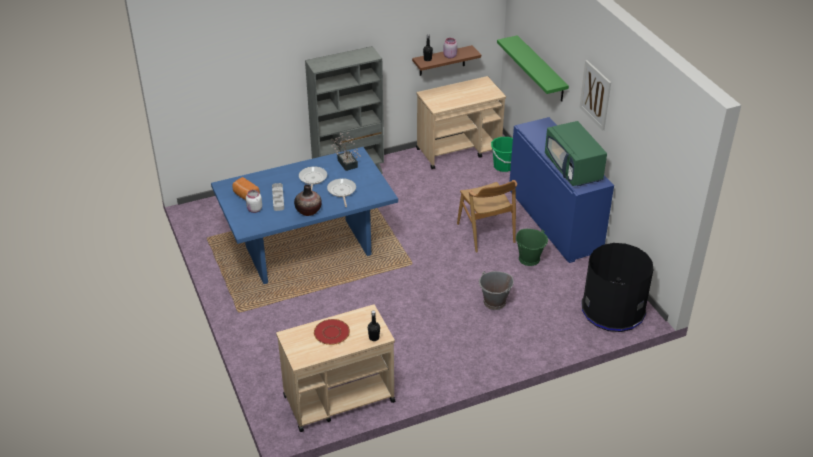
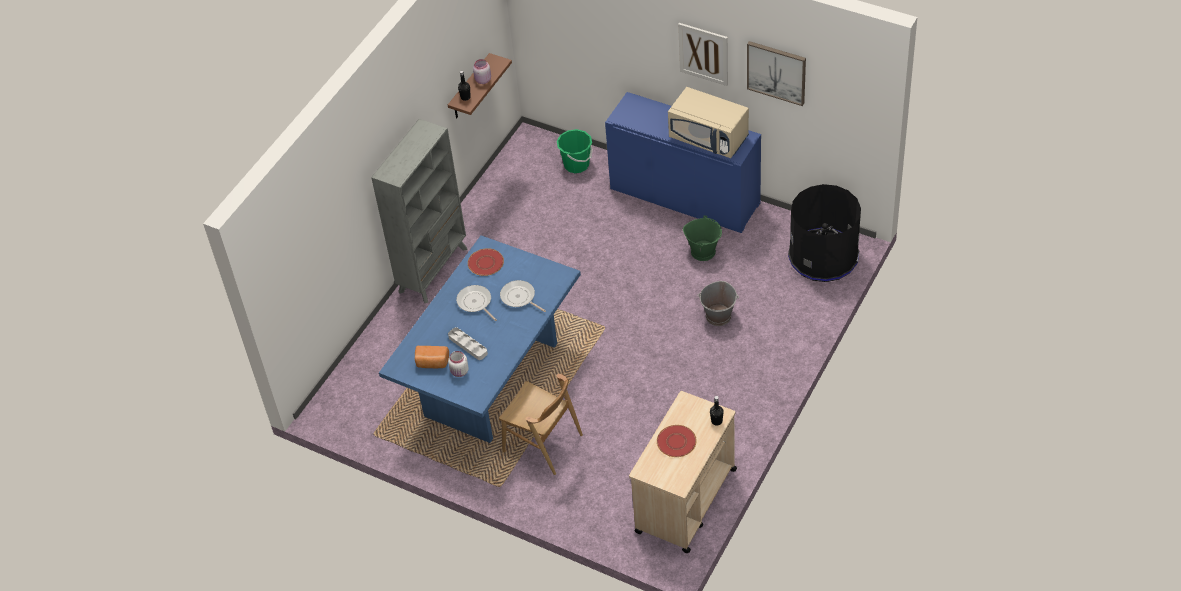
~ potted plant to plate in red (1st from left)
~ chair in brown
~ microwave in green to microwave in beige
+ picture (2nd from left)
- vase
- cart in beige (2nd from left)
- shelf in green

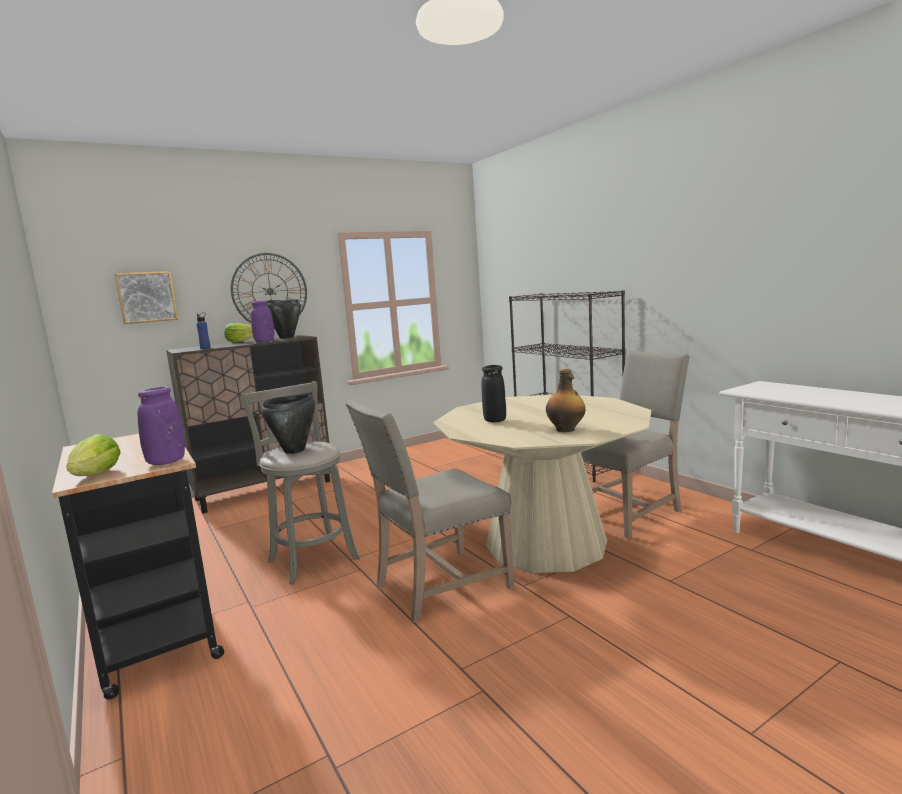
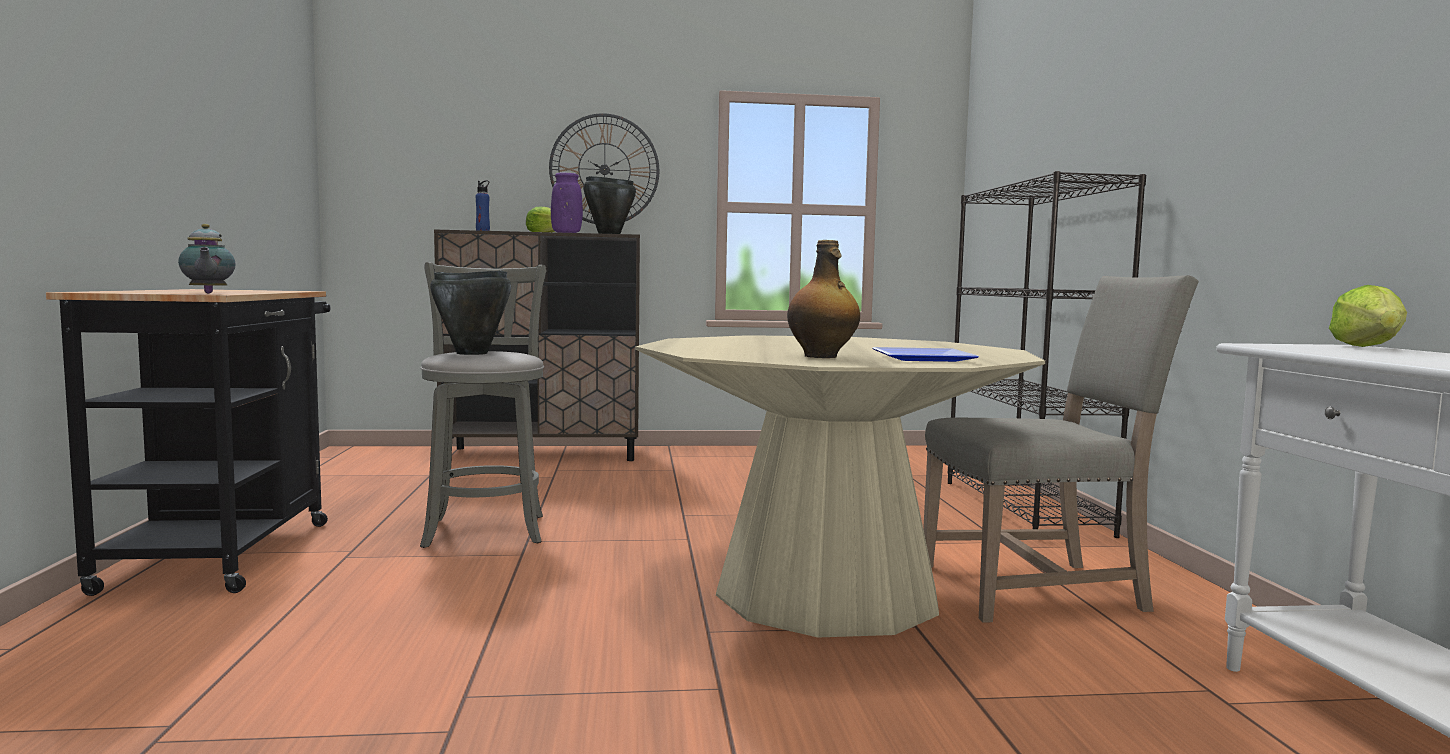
~ vase in purple (1st from left) to teapot
+ plate
~ lettuce (1st from left in the first image) to lettuce (2nd from left)
- picture
- chair in beige (1st from left)
- vase in black

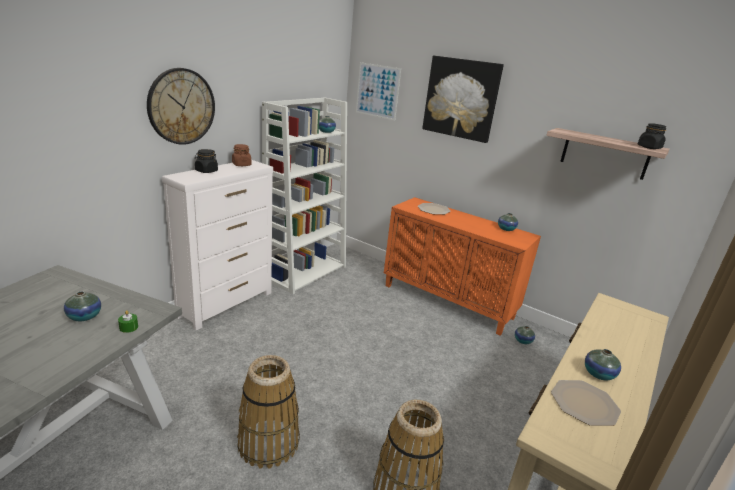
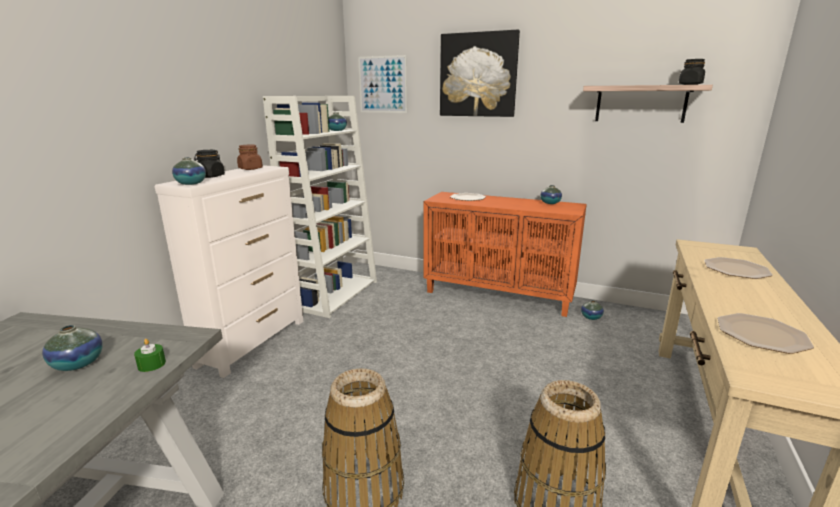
~ vase (5th from left in the first image) to vase (2nd from left)
+ plate (2nd from left)
- wall clock

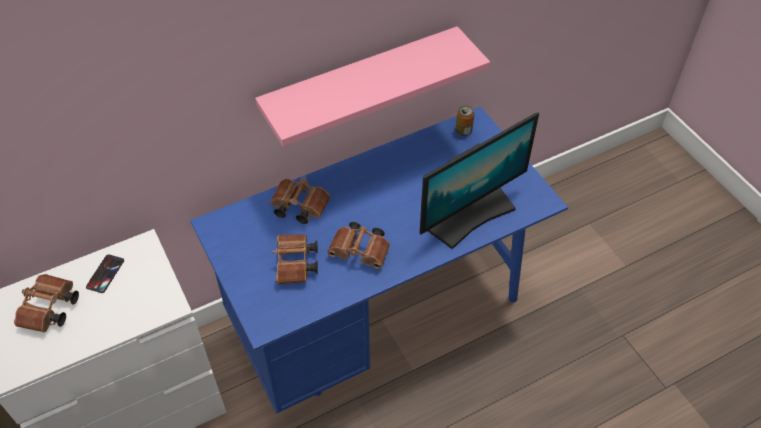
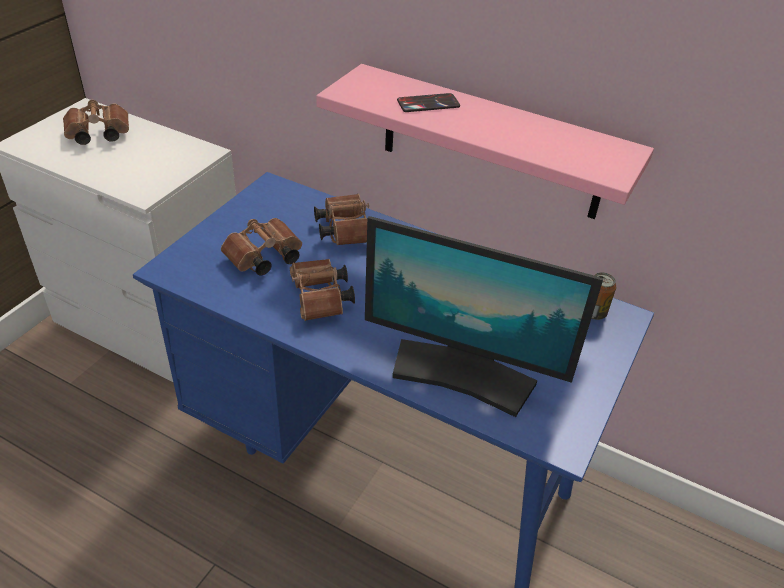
~ phone

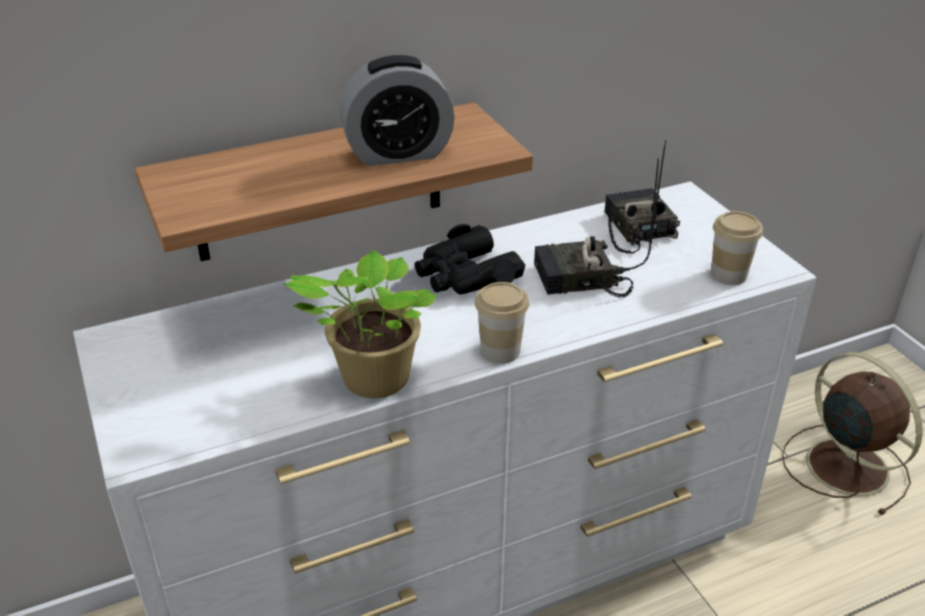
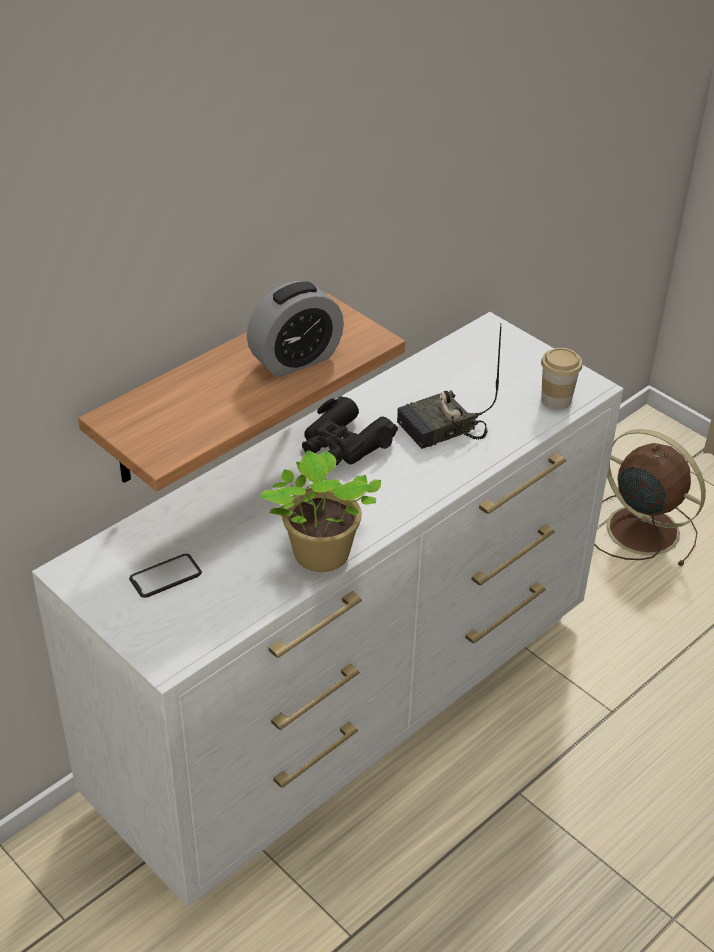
+ phone
- cup (1st from left)
- radio (2nd from left)

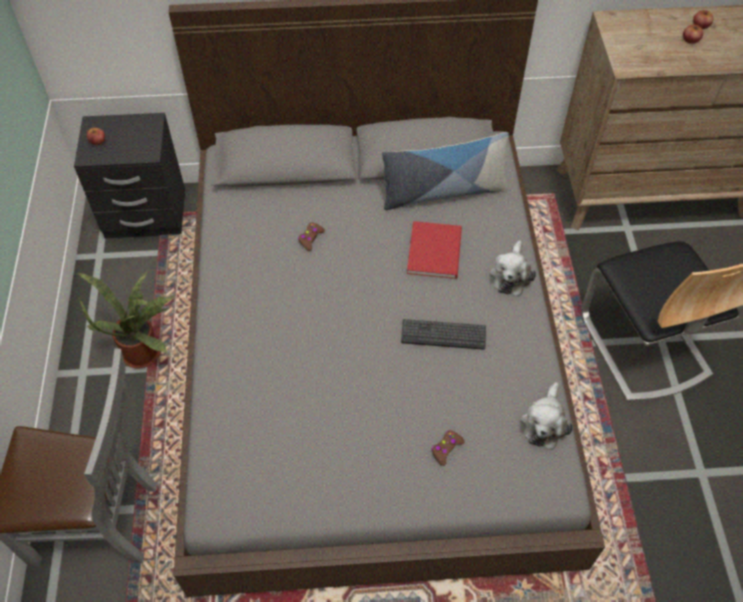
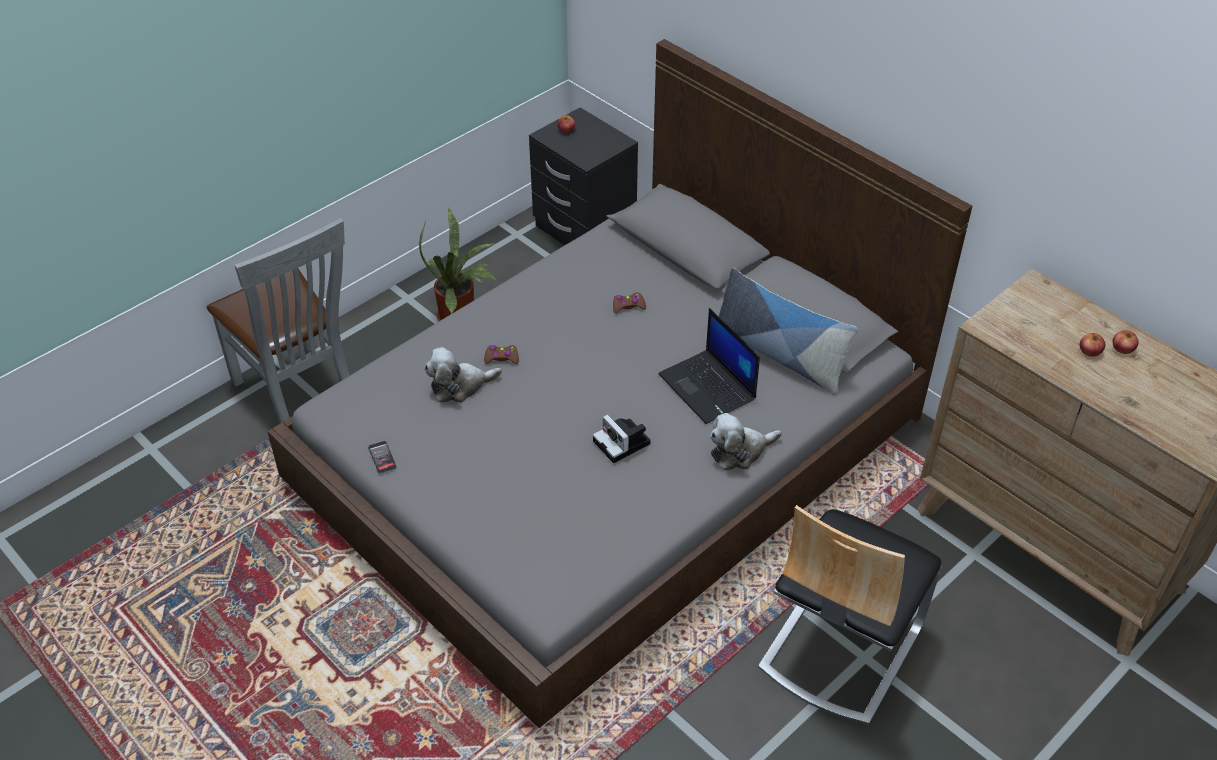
+ phone
~ plush toy (2nd from left in the first image) to plush toy (1st from left)
~ game controller in brown (2nd from left in the first image) to game controller in brown (1st from left)
~ keyboard to photo camera
~ book in red to laptop

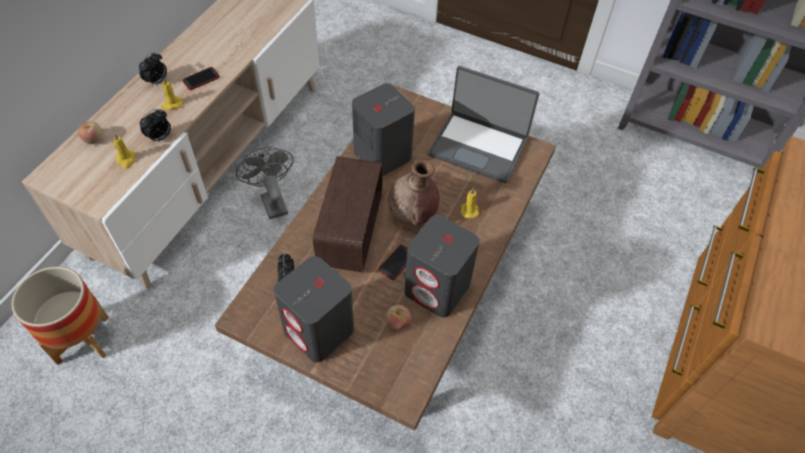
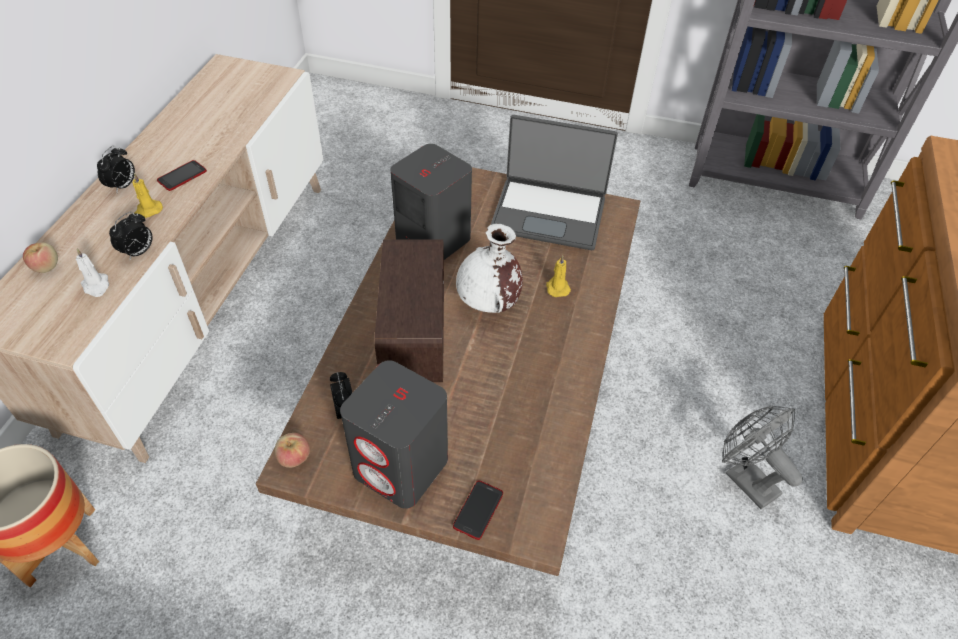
~ candle in yellow (1st from left) to candle in white
~ apple (2nd from left)
~ phone (2nd from left)
~ vase in brown to vase in white
~ fan in grey
- speaker in grey (3rd from left)

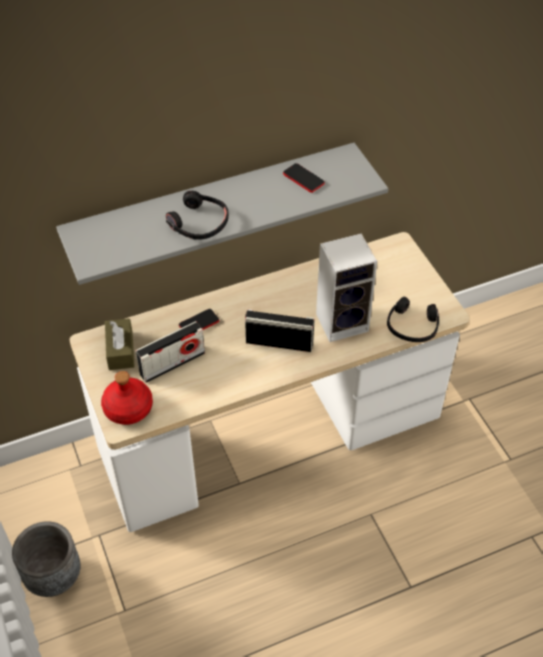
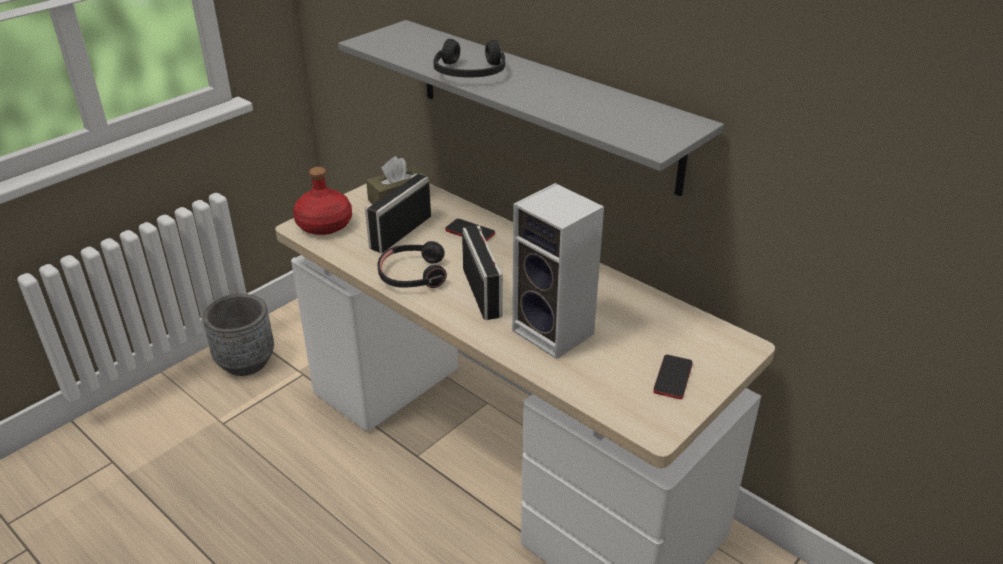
~ radio (1st from left) 90 degrees clockwise
~ headphones in black (2nd from left in the first image) to headphones in black (1st from left)
~ phone (2nd from left)

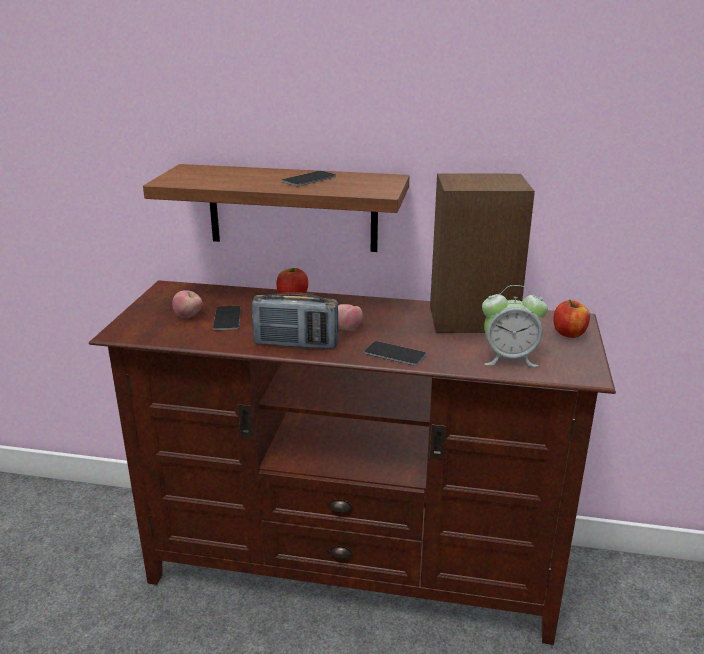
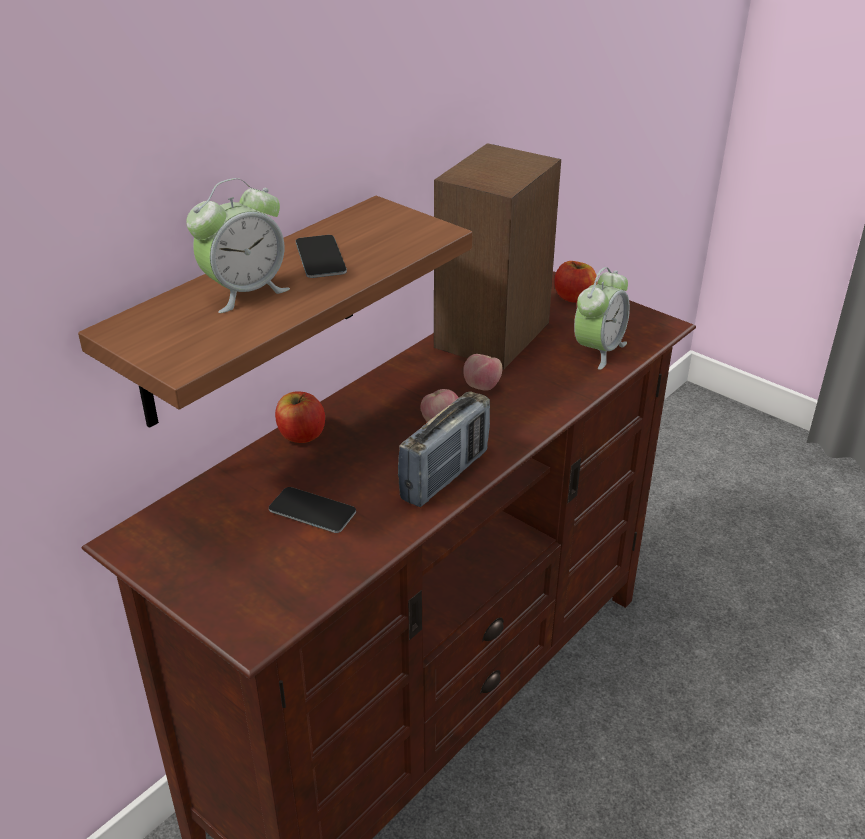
+ alarm clock (1st from left)
~ apple (1st from left in the first image) to apple (3rd from left)
- phone (3rd from left)

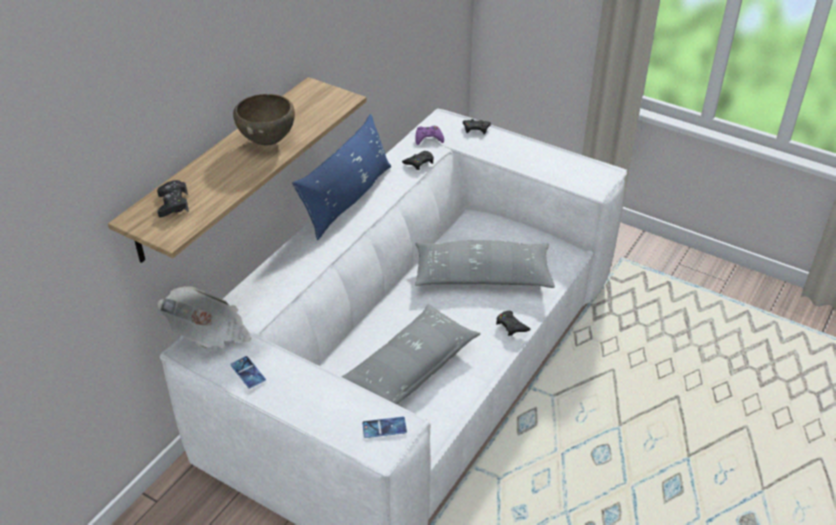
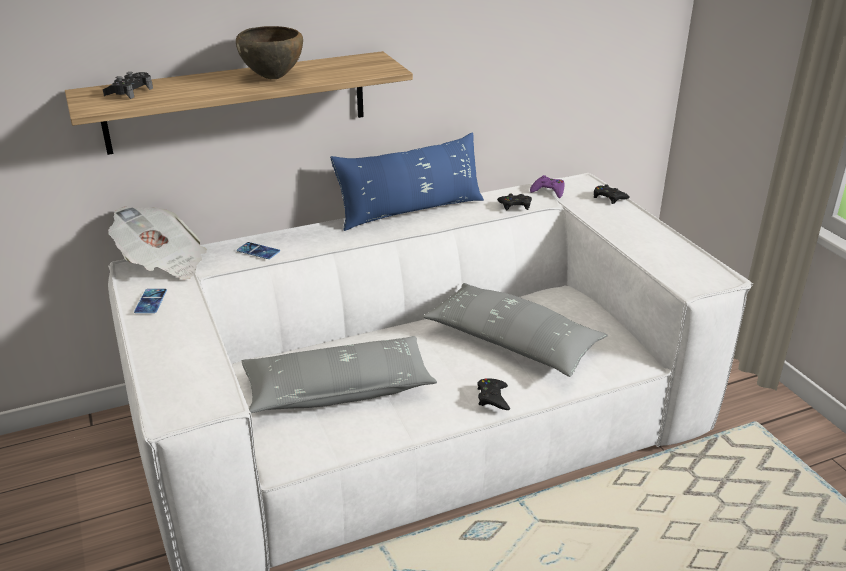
~ phone (2nd from left)

